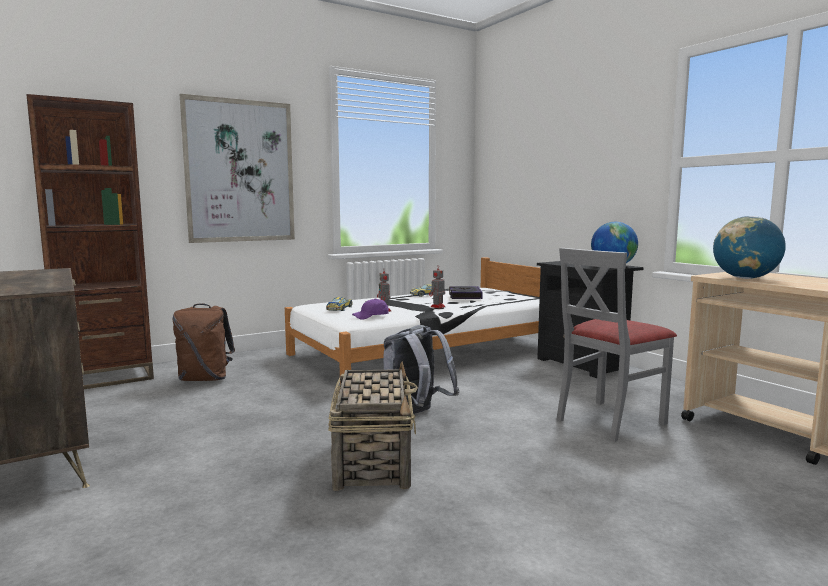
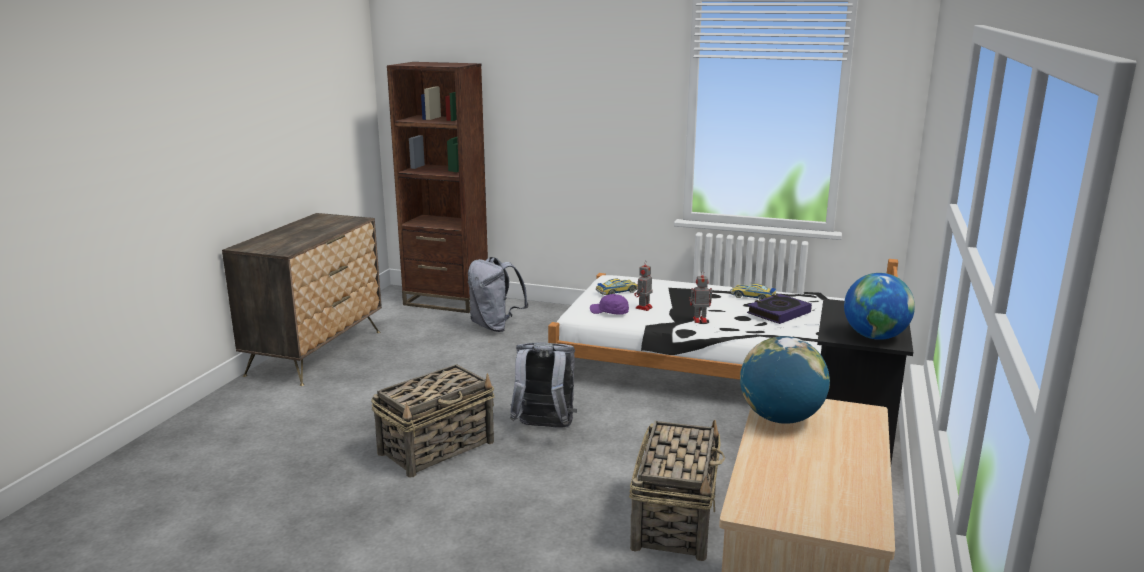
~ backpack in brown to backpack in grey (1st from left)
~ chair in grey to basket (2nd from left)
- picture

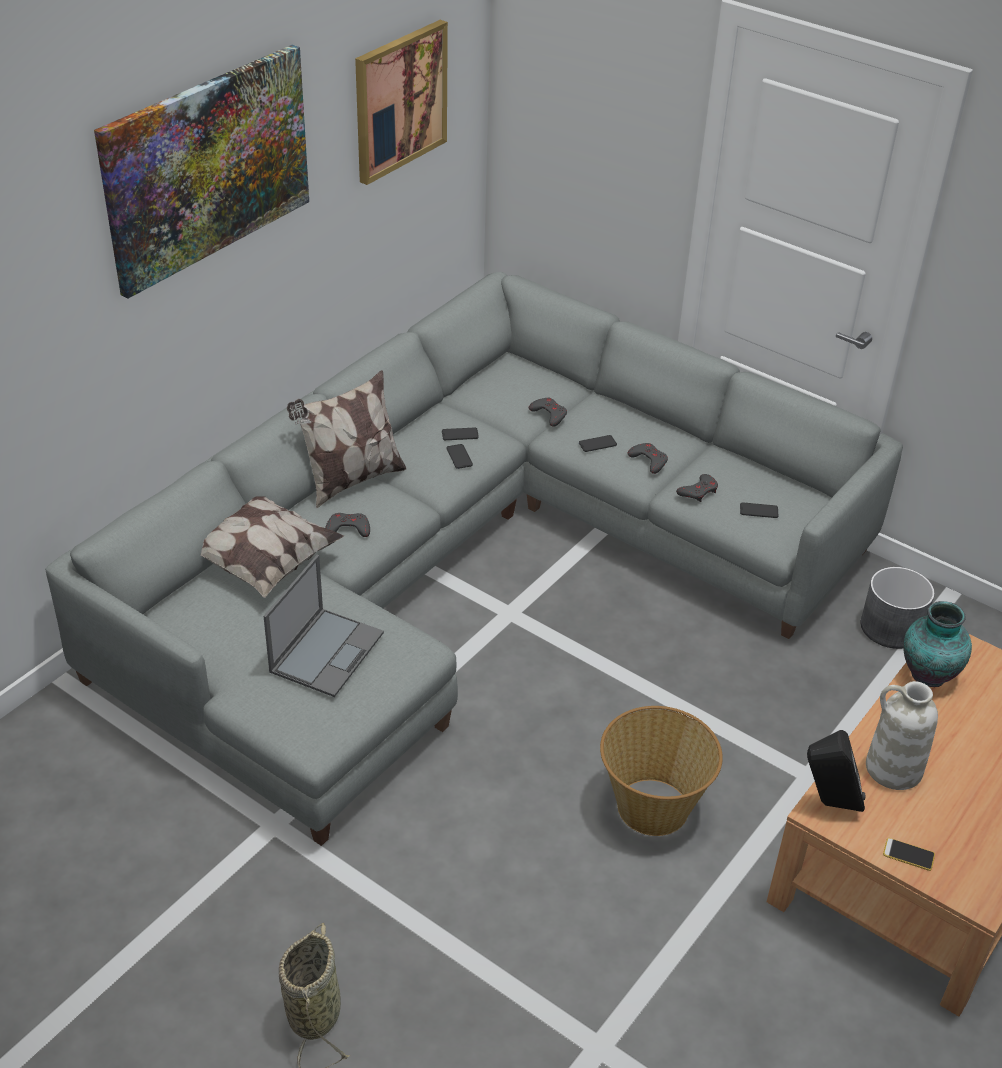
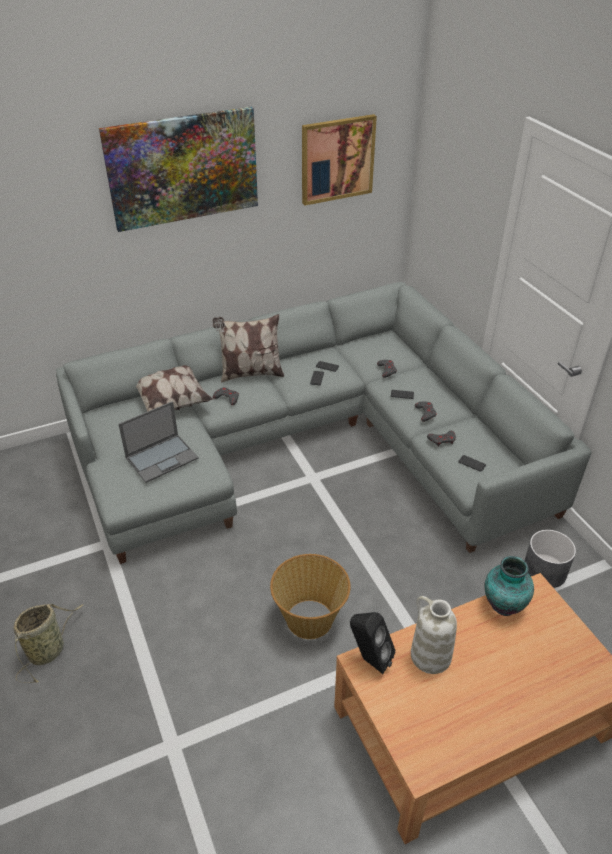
- phone (5th from left)

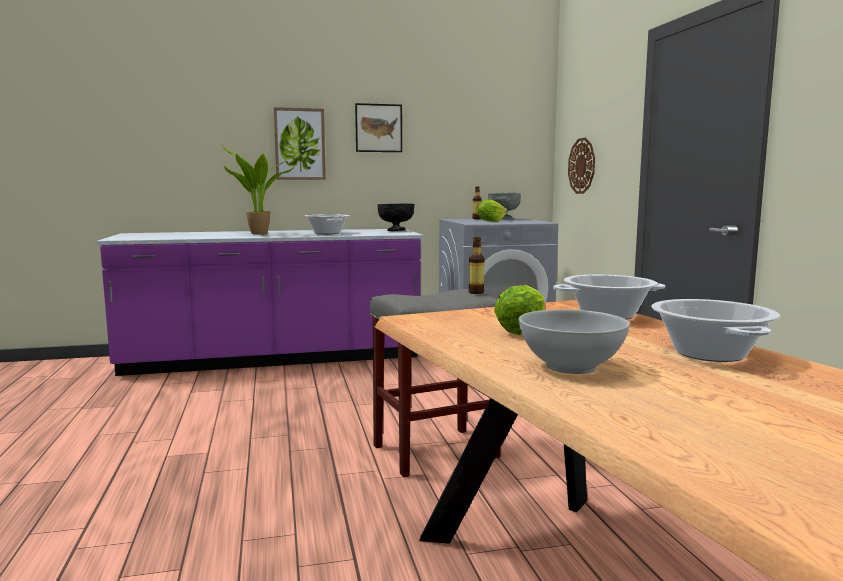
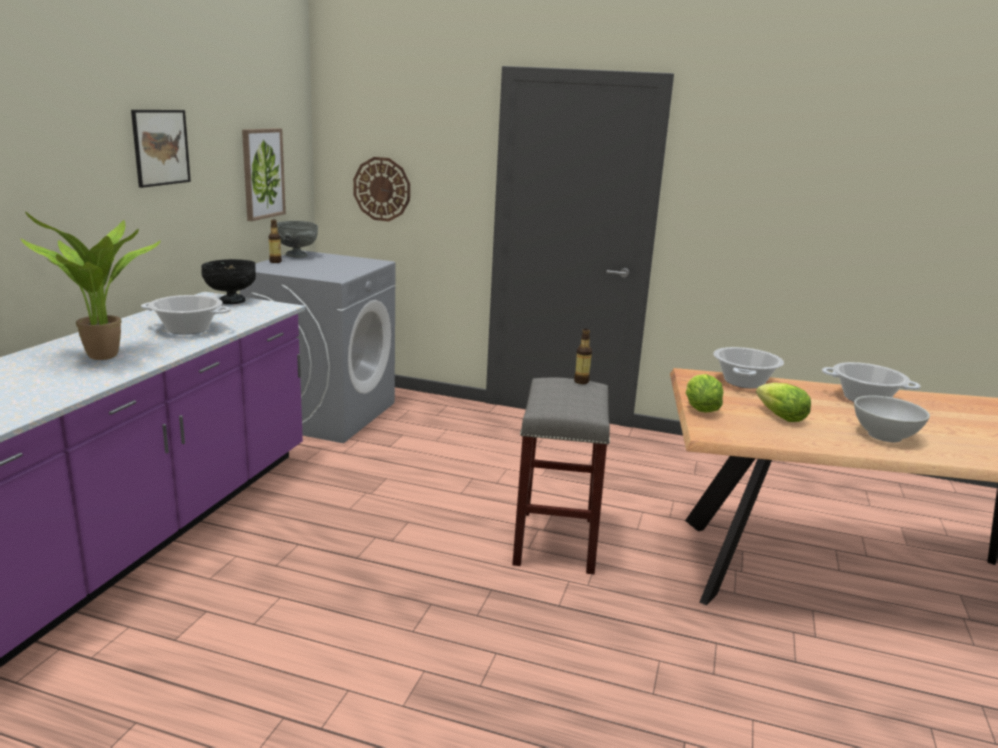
~ picture (1st from left in the first image) to picture (2nd from left)
~ lettuce (1st from left)

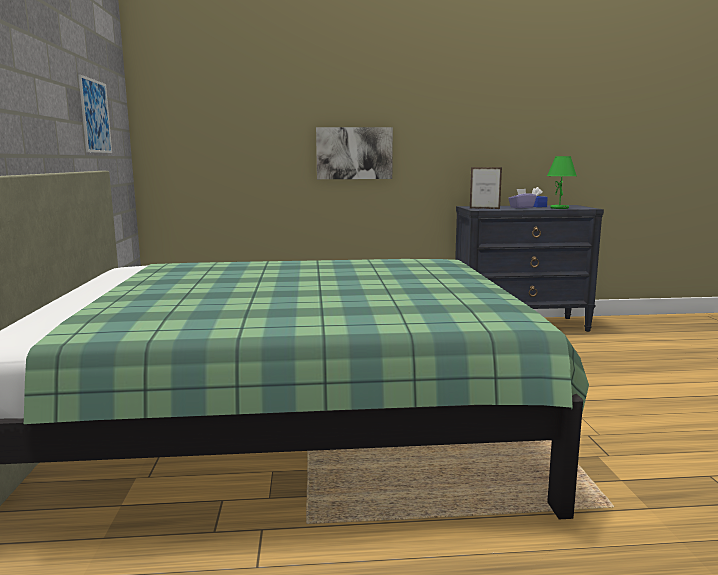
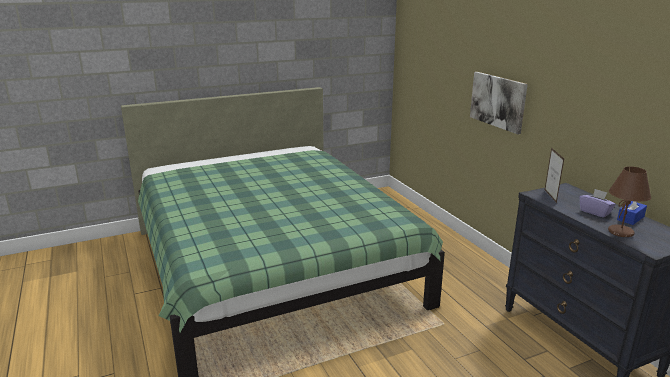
~ table lamp in green to table lamp in brown
- picture (1st from left)

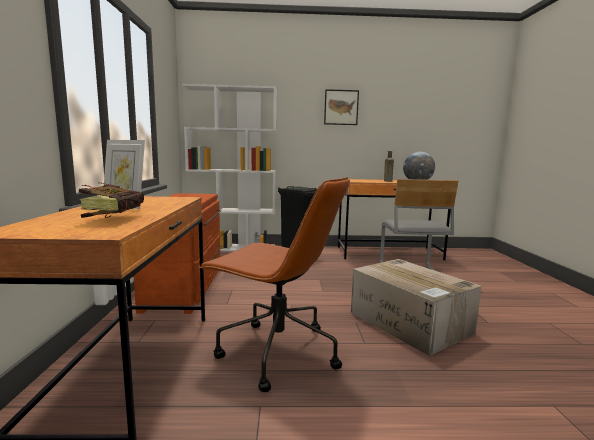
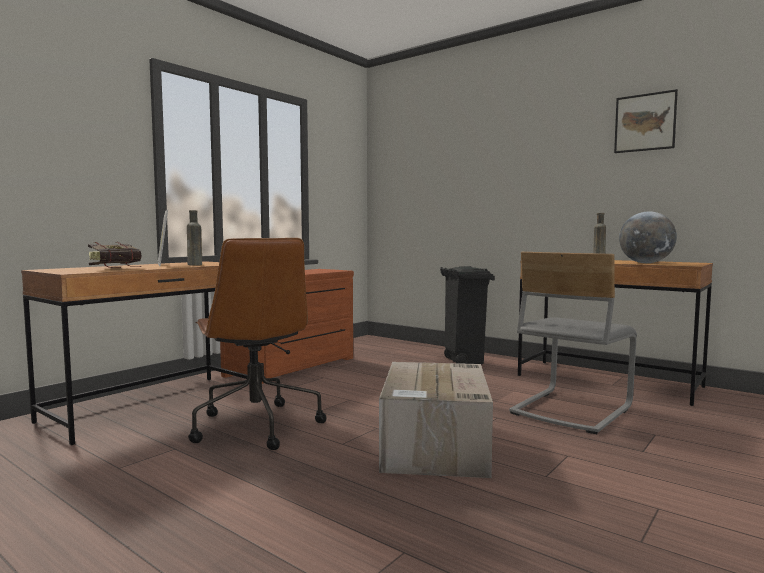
+ bottle in brown (1st from left)
~ picture
- bookcase in white

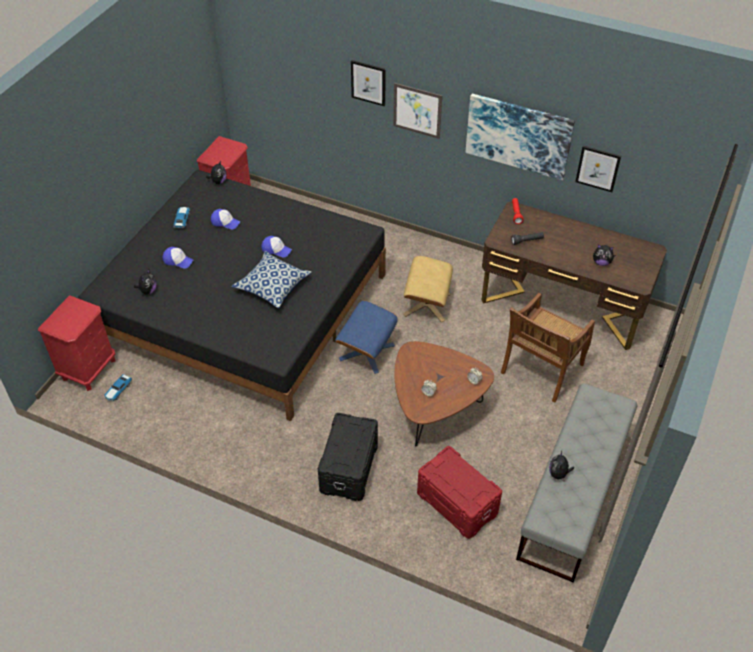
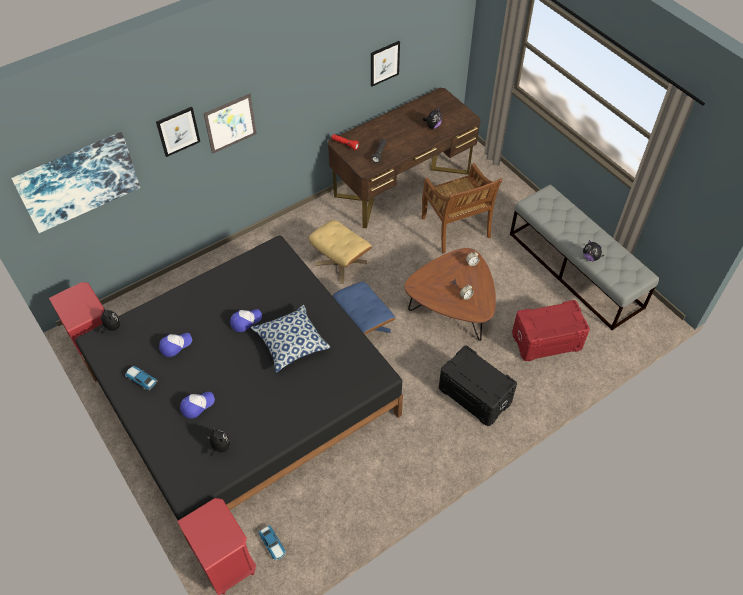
~ picture (3rd from left in the first image) to picture (1st from left)

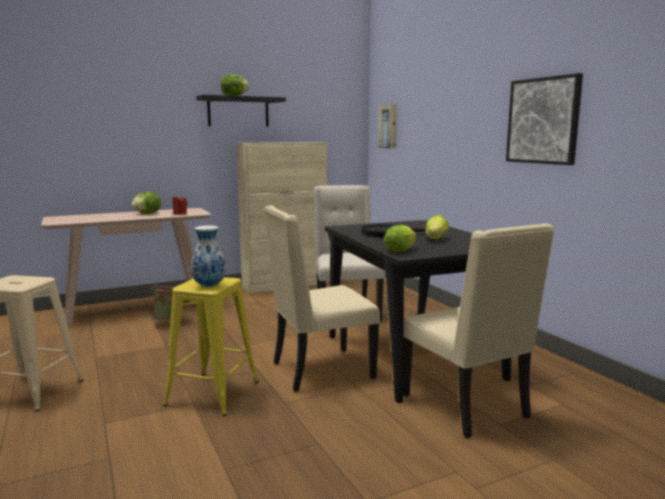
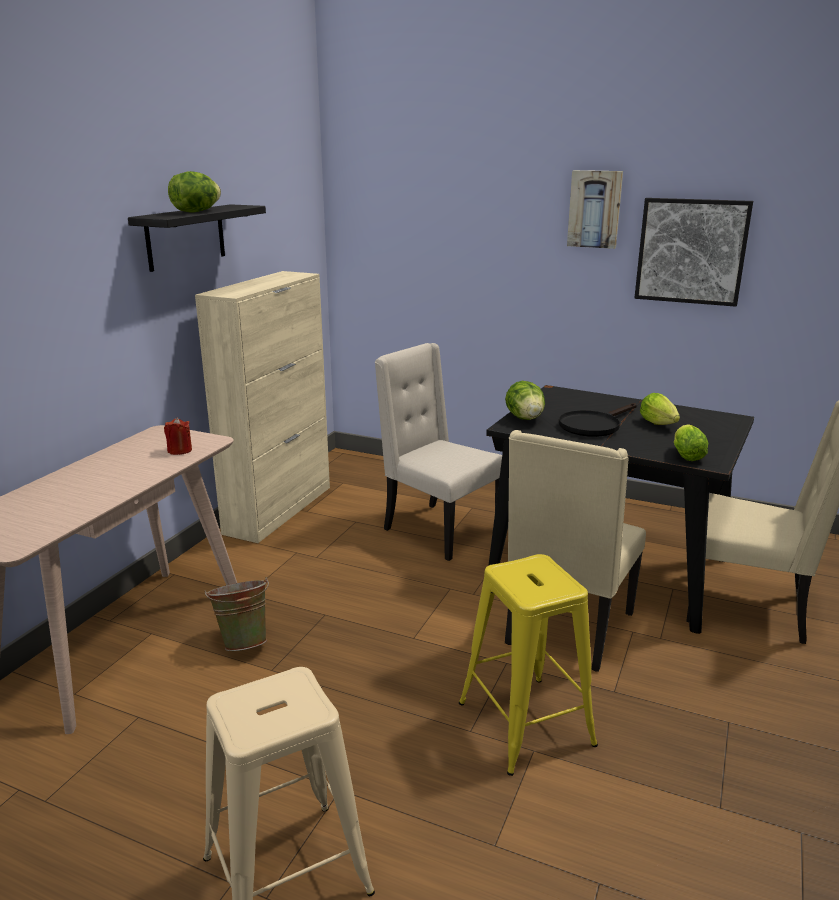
~ lettuce (1st from left in the first image) to lettuce (2nd from left)
~ picture (1st from left)
- vase

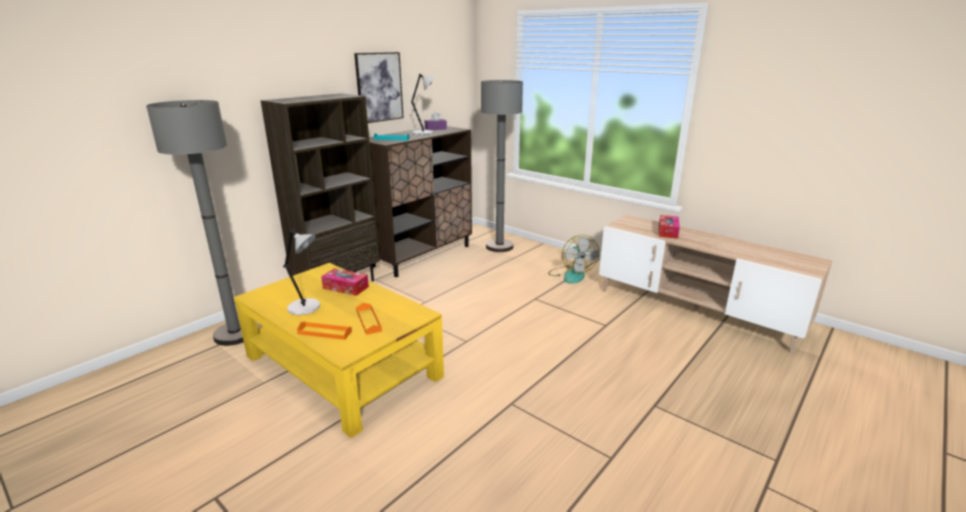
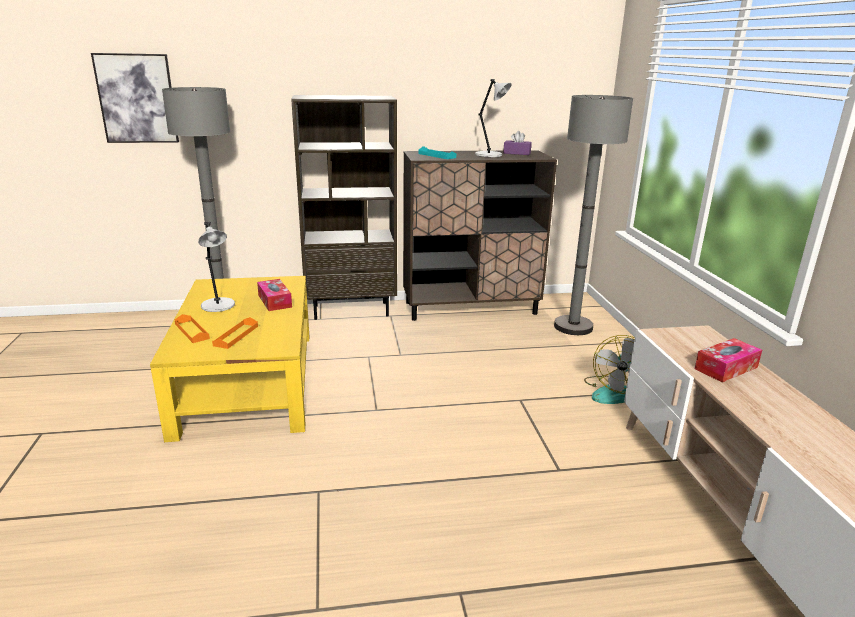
~ picture

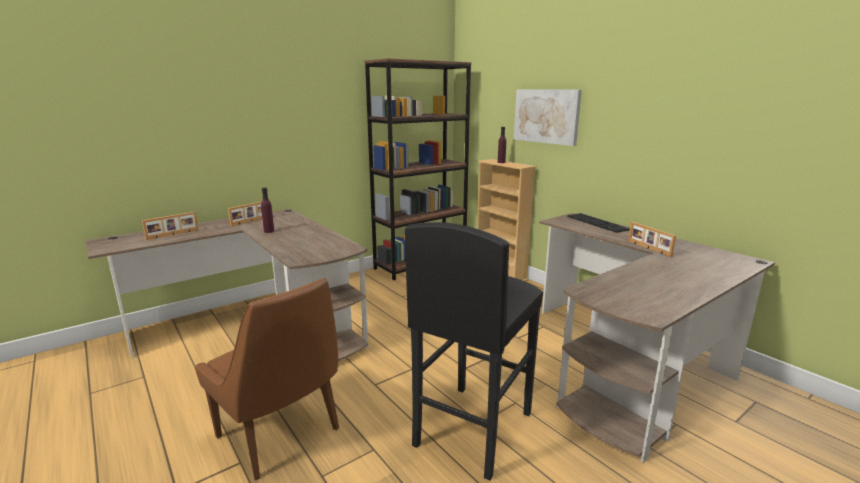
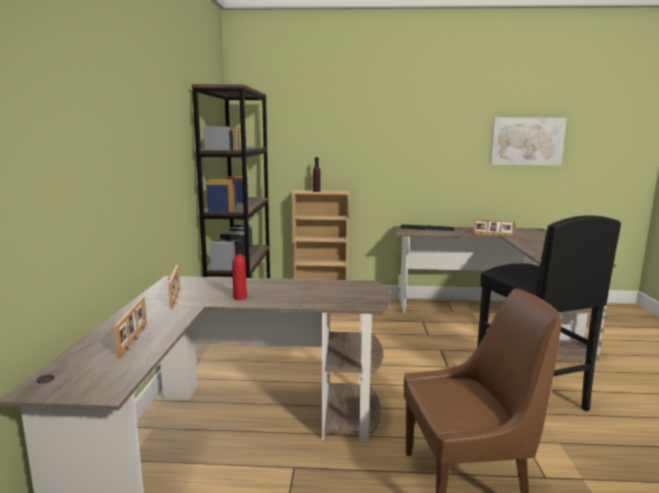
~ bottle in purple (1st from left) to bottle in red
~ picture

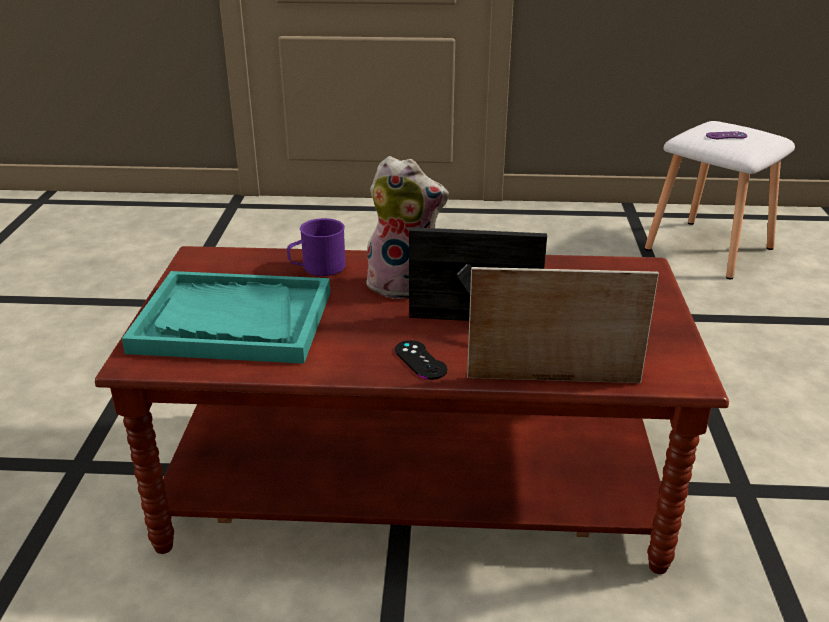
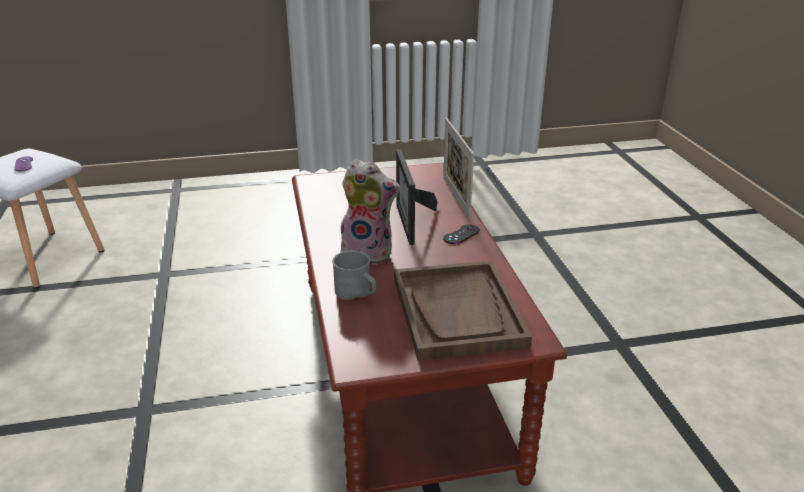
~ mug in purple to mug in grey
~ plush toy 105 degrees clockwise
~ tray in turquoise to tray in brown

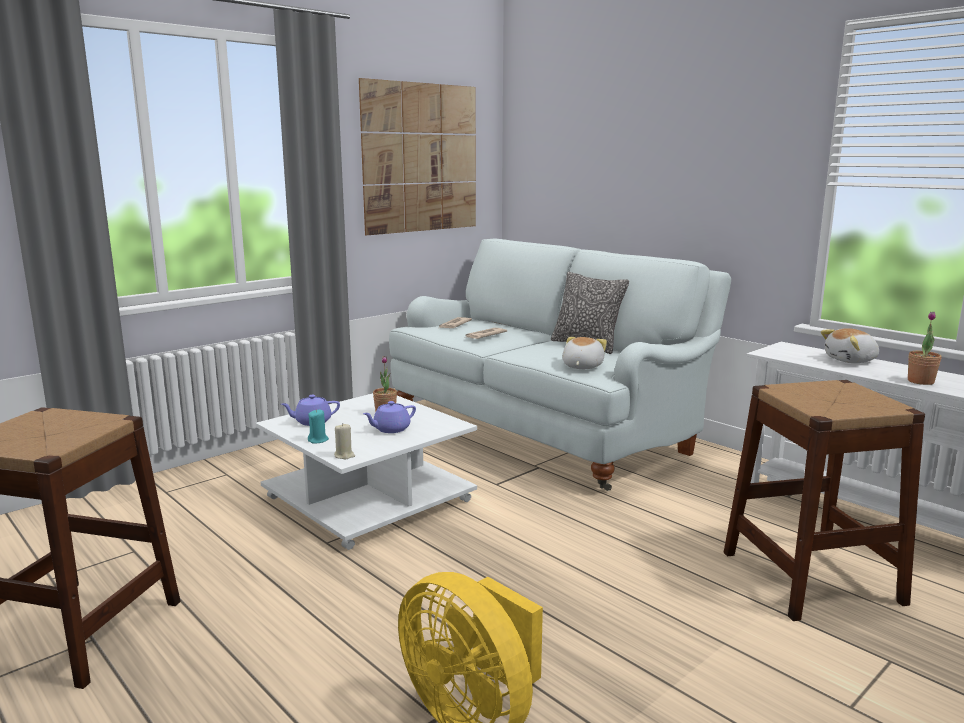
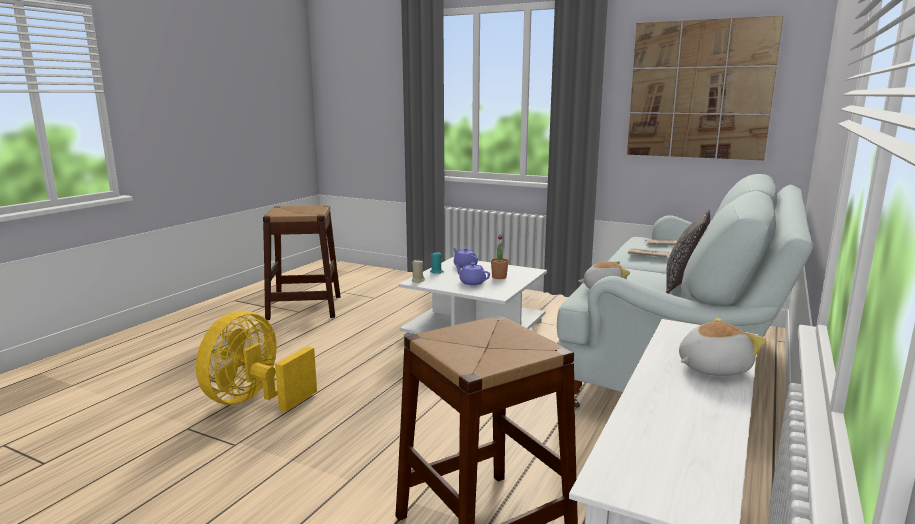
~ plush toy (2nd from left) 105 degrees clockwise
- potted plant (2nd from left)

